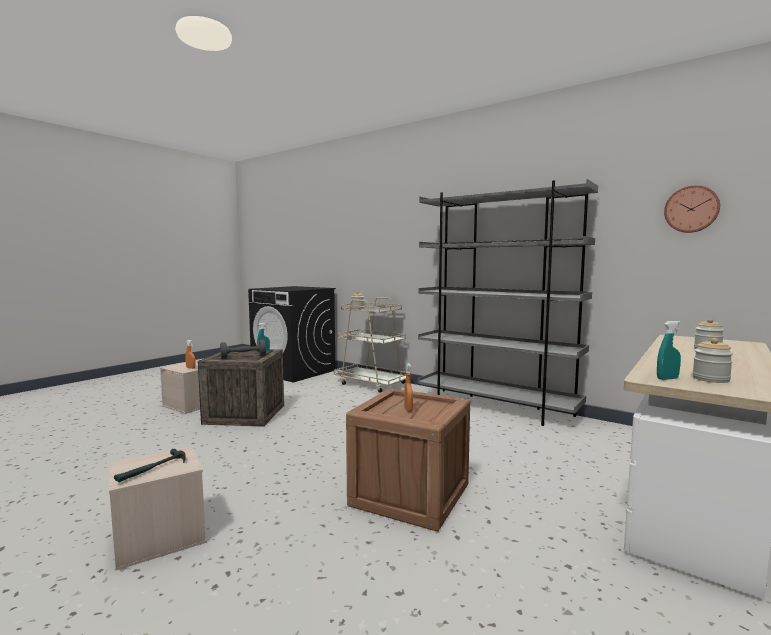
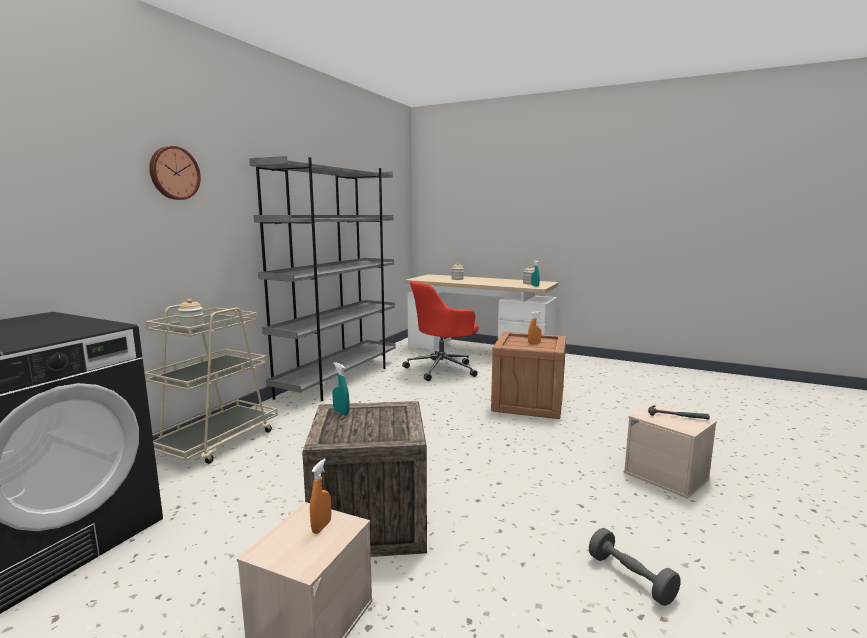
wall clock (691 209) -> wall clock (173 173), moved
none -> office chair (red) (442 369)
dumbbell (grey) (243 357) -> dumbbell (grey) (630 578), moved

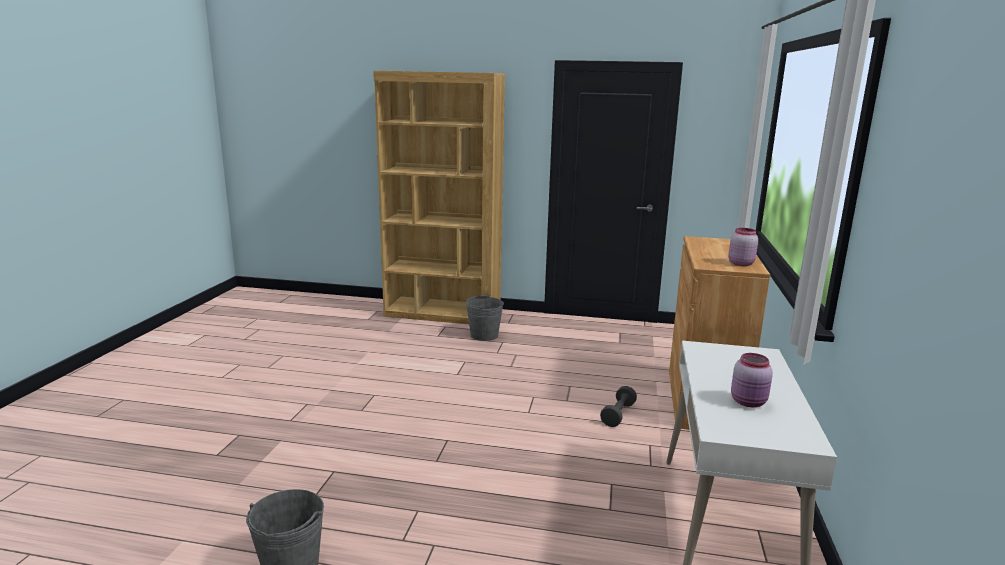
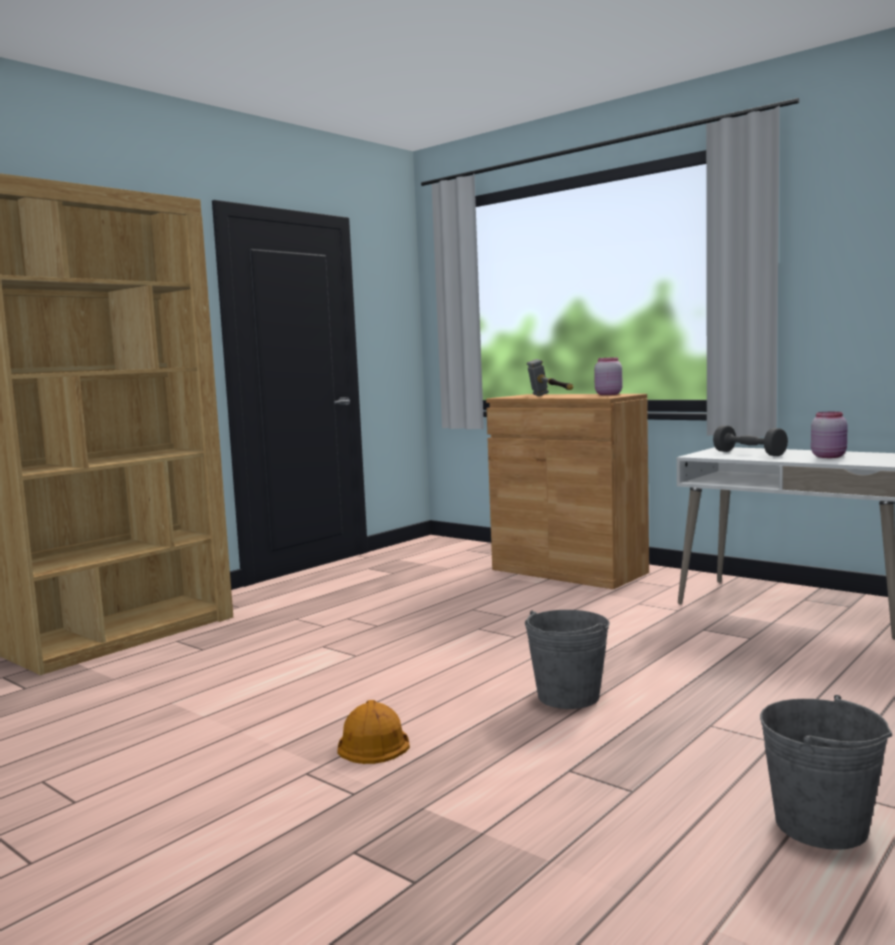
none -> hard hat (orange) (372 742)
bucket (grey) (484 335) -> bucket (grey) (568 696), moved
none -> hammer (551 396)
dumbbell (grey) (618 415) -> dumbbell (grey) (749 453), moved

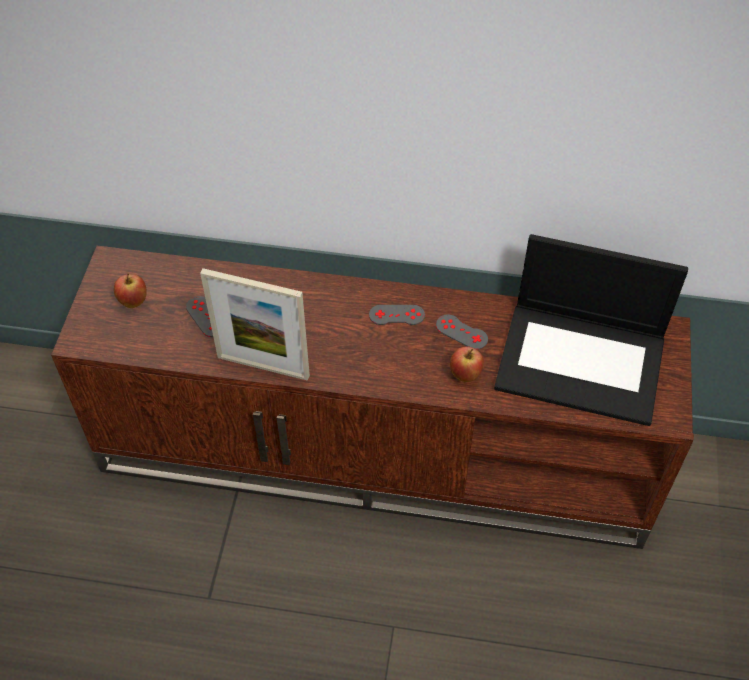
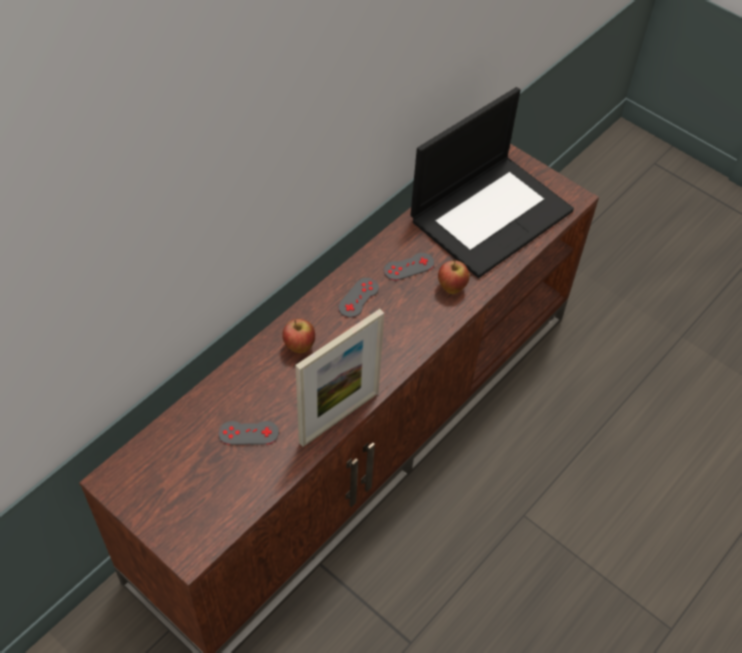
apple (133 302) -> apple (299 347), moved

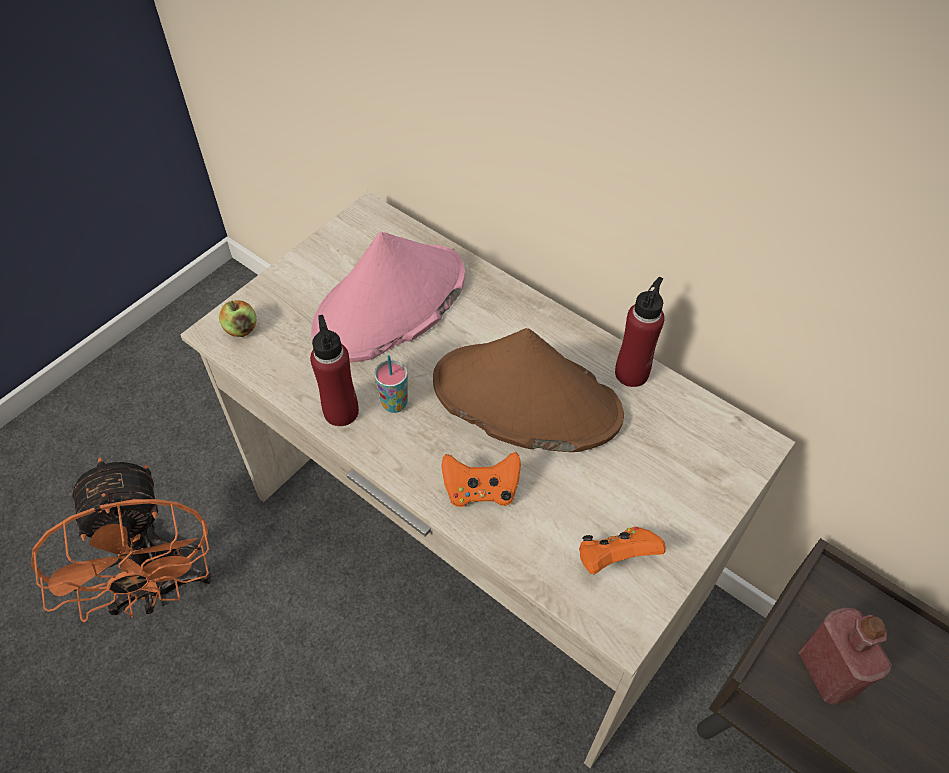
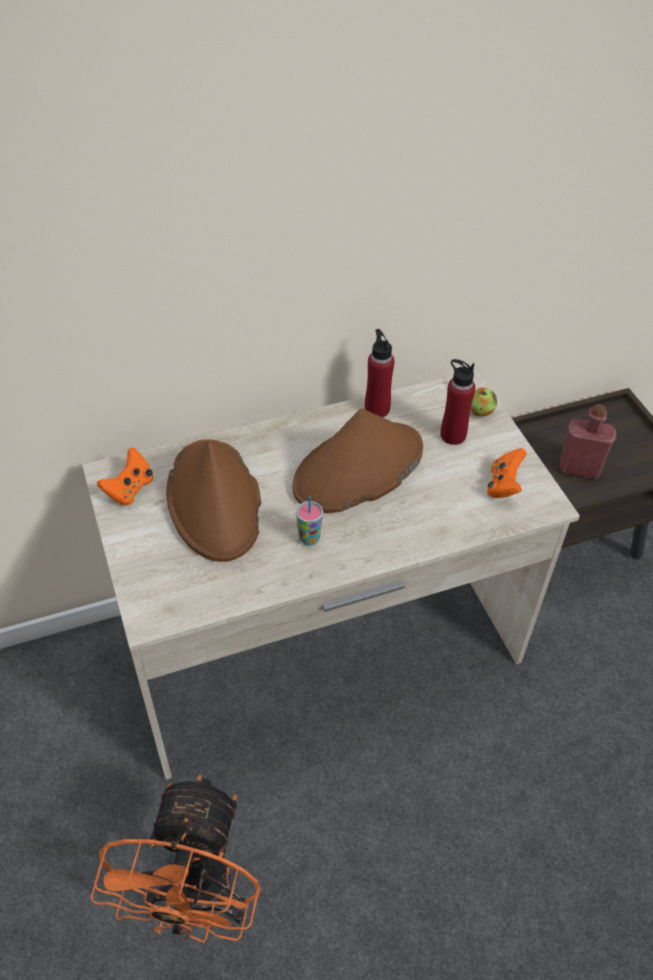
fan (orange) (160 588) -> fan (orange) (196 901), 90 degrees clockwise
game controller (orange) (481 490) -> game controller (orange) (130 489), moved
hat (pink) (390 305) -> hat (brown) (215 501)
bottle (red) (341 411) -> bottle (red) (453 435), moved
apple (241 329) -> apple (481 411), moved

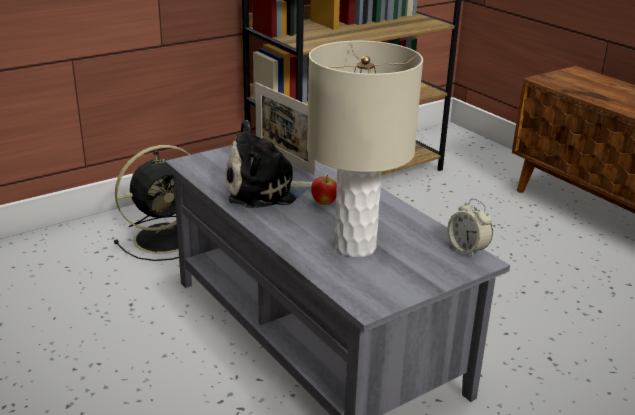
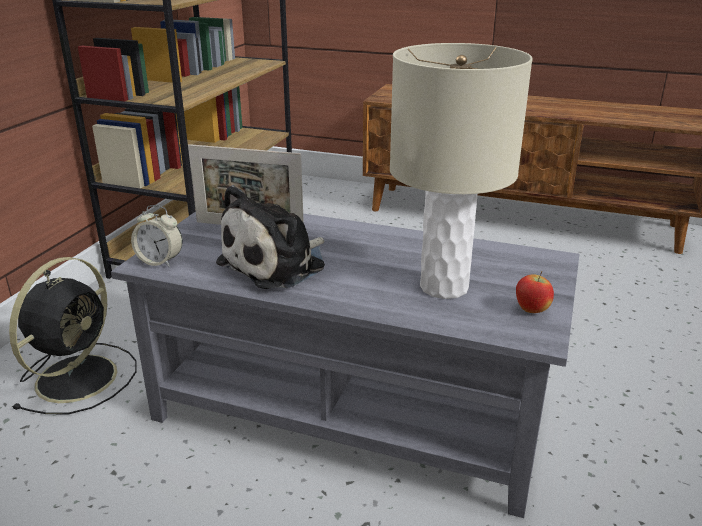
alarm clock (467 250) -> alarm clock (160 261), moved
apple (324 203) -> apple (531 310), moved

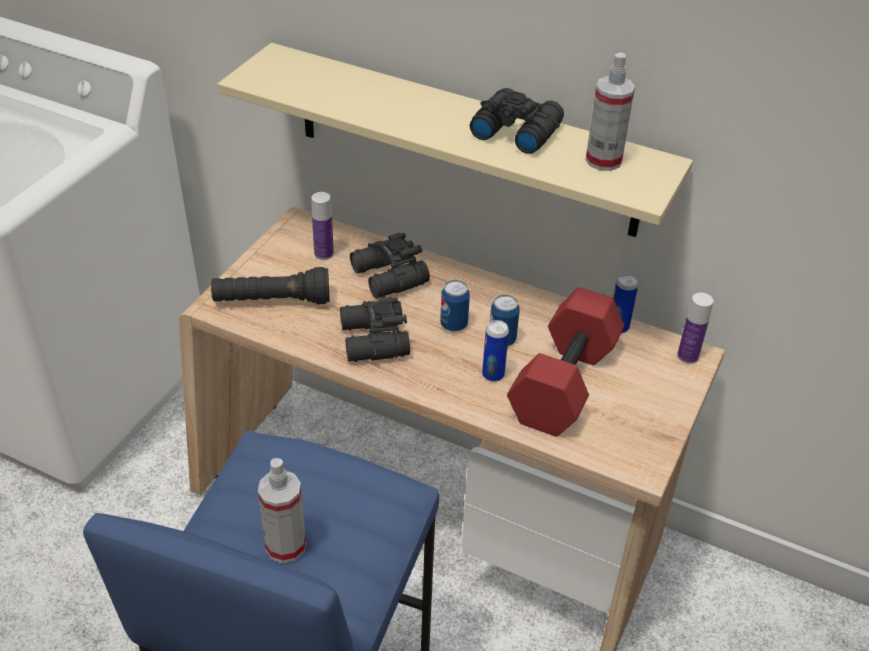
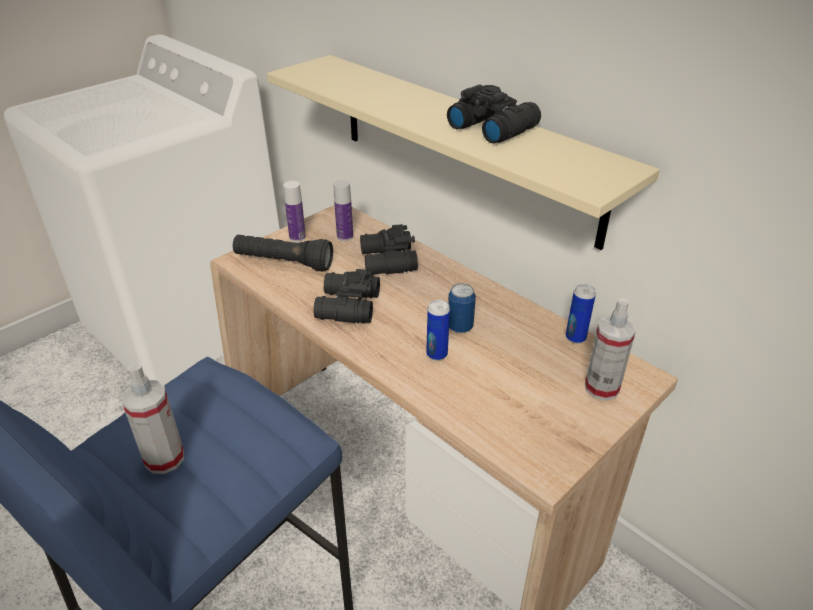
bottle (687 356) -> bottle (297 237), moved
spray bottle (603 160) -> spray bottle (601 388), moved
can (453 325) -> none
dumbbell (red) (562 381) -> none

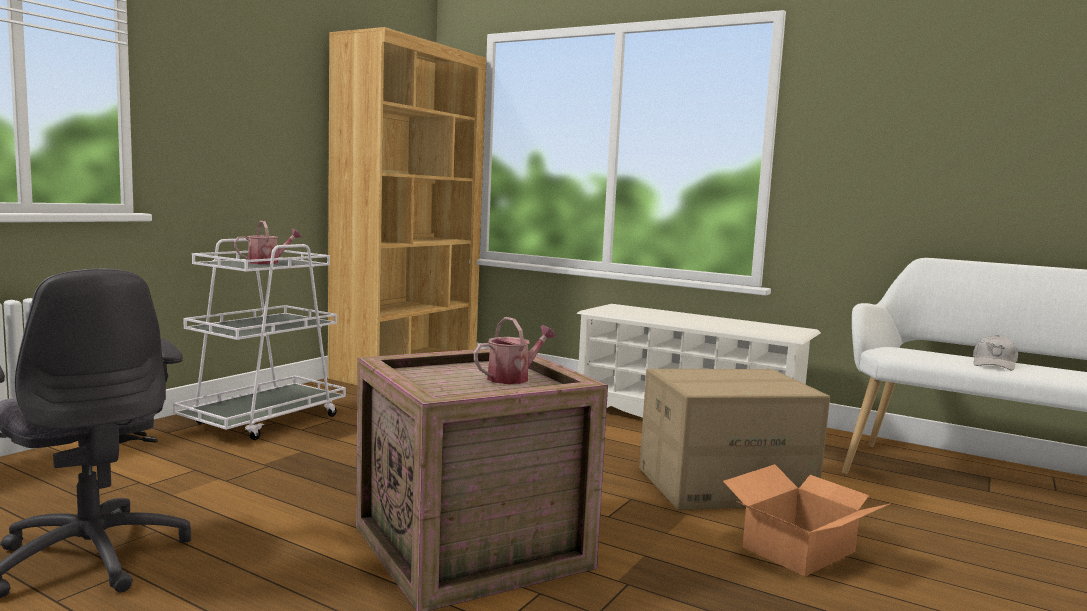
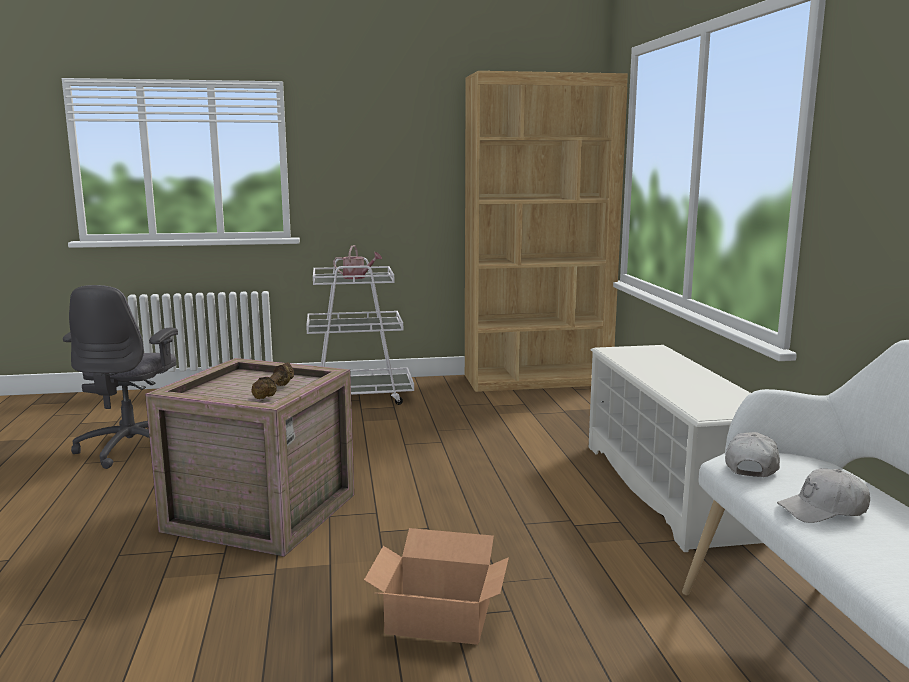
watering can (513 378) -> dumbbell (brown) (275 391)
none -> cap (white) (752 466)
cardboard box (724 485) -> none

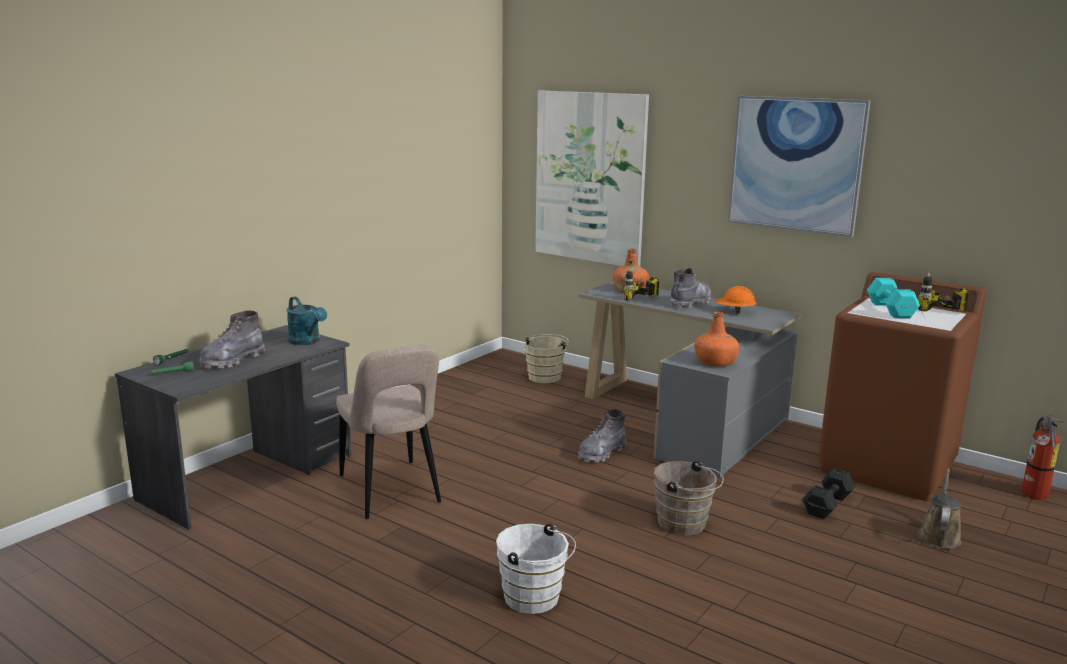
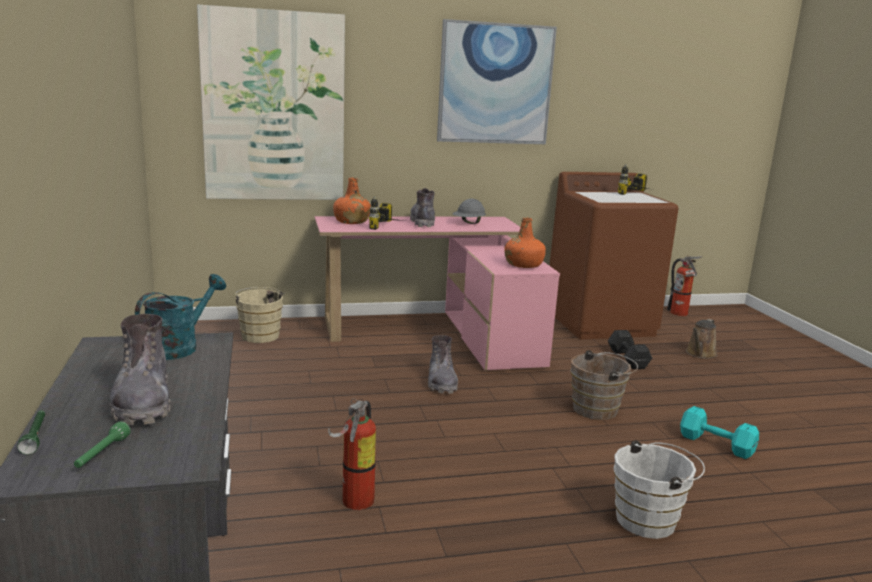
watering can (turquoise) (307 342) -> watering can (turquoise) (179 347), 60 degrees counterclockwise
desk (grey) (686 419) -> desk (pink) (439 333)
chair (beige) (391 492) -> fire extinguisher (353 502)
hard hat (orange) (734 312) -> hard hat (grey) (468 223)
dumbbell (turquoise) (890 310) -> dumbbell (turquoise) (717 445), moved
watering can (brown) (939 536) -> watering can (brown) (700 354), 120 degrees counterclockwise

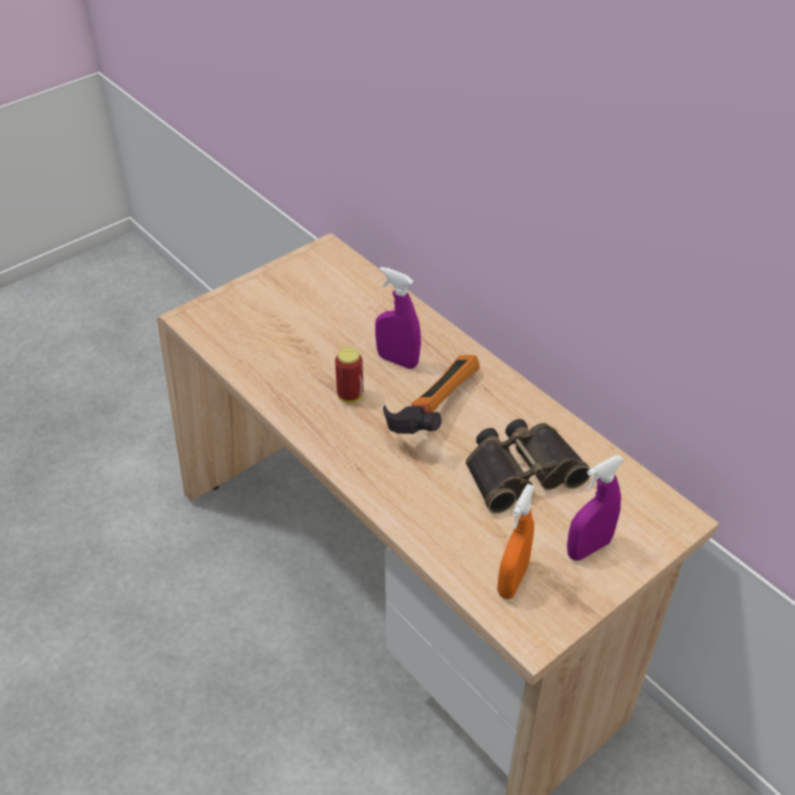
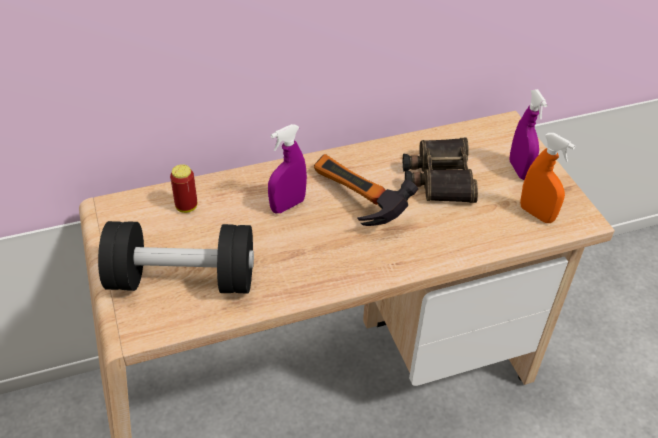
none -> dumbbell (black) (182 279)
can (350 395) -> can (186 206), moved

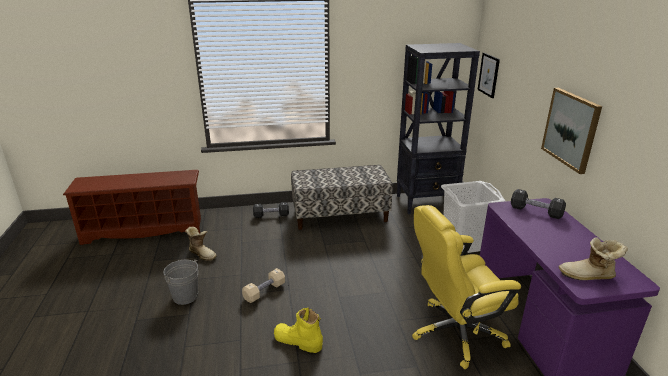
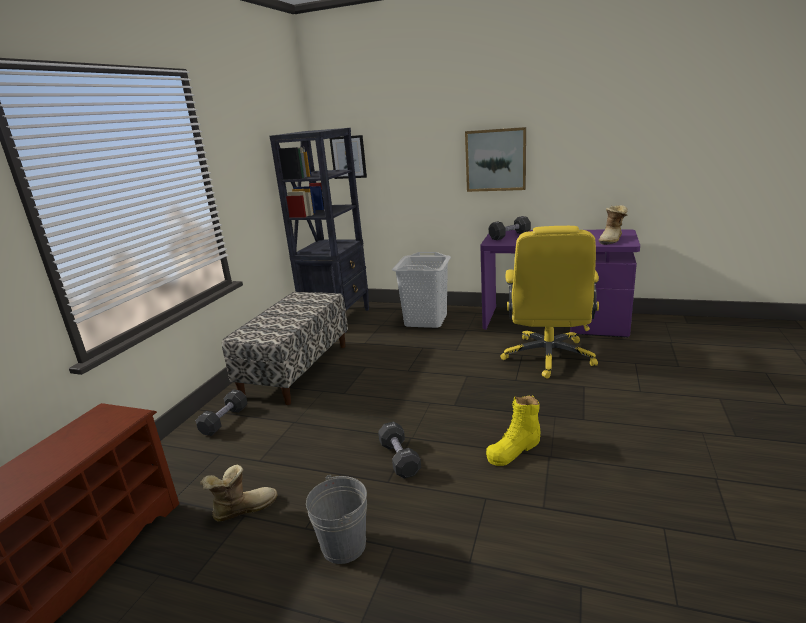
dumbbell (beige) (264 291) -> dumbbell (black) (399 459)

